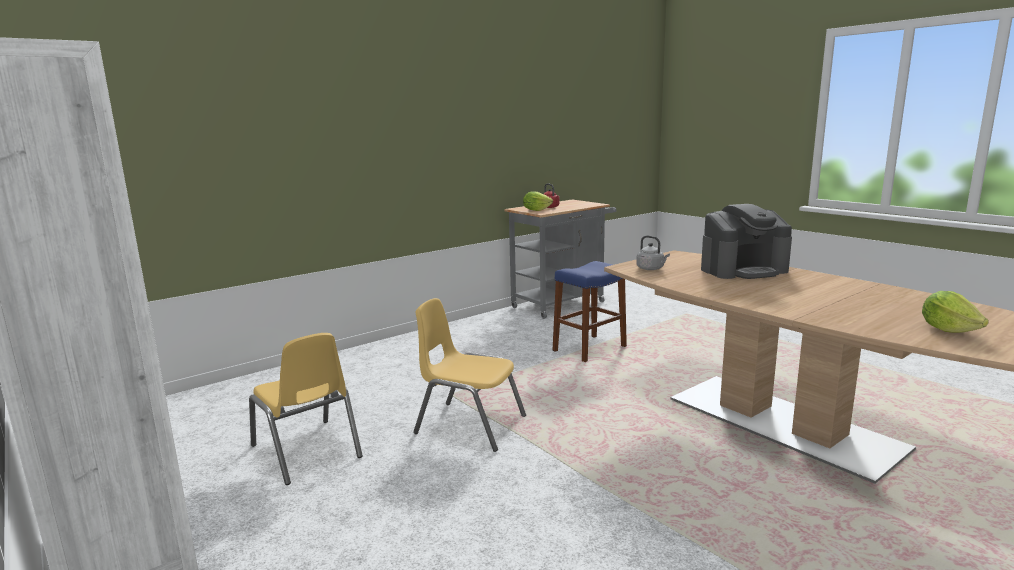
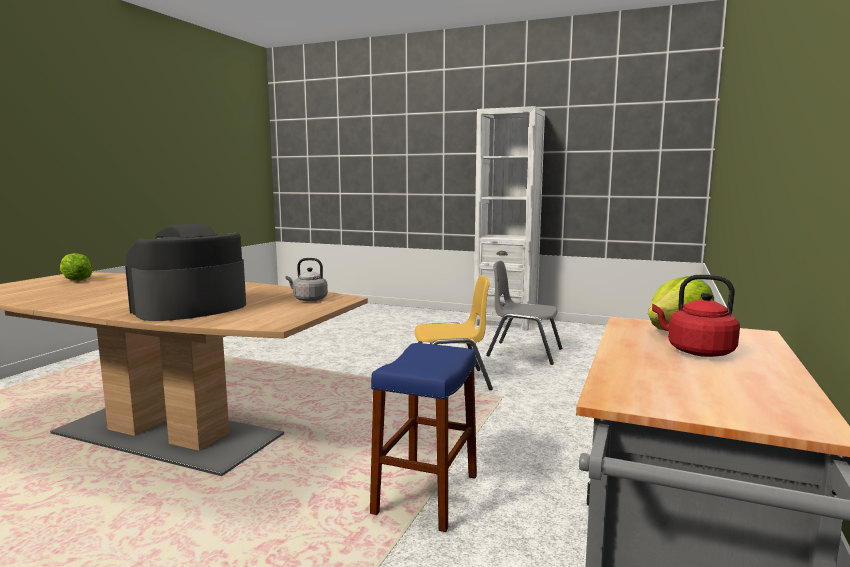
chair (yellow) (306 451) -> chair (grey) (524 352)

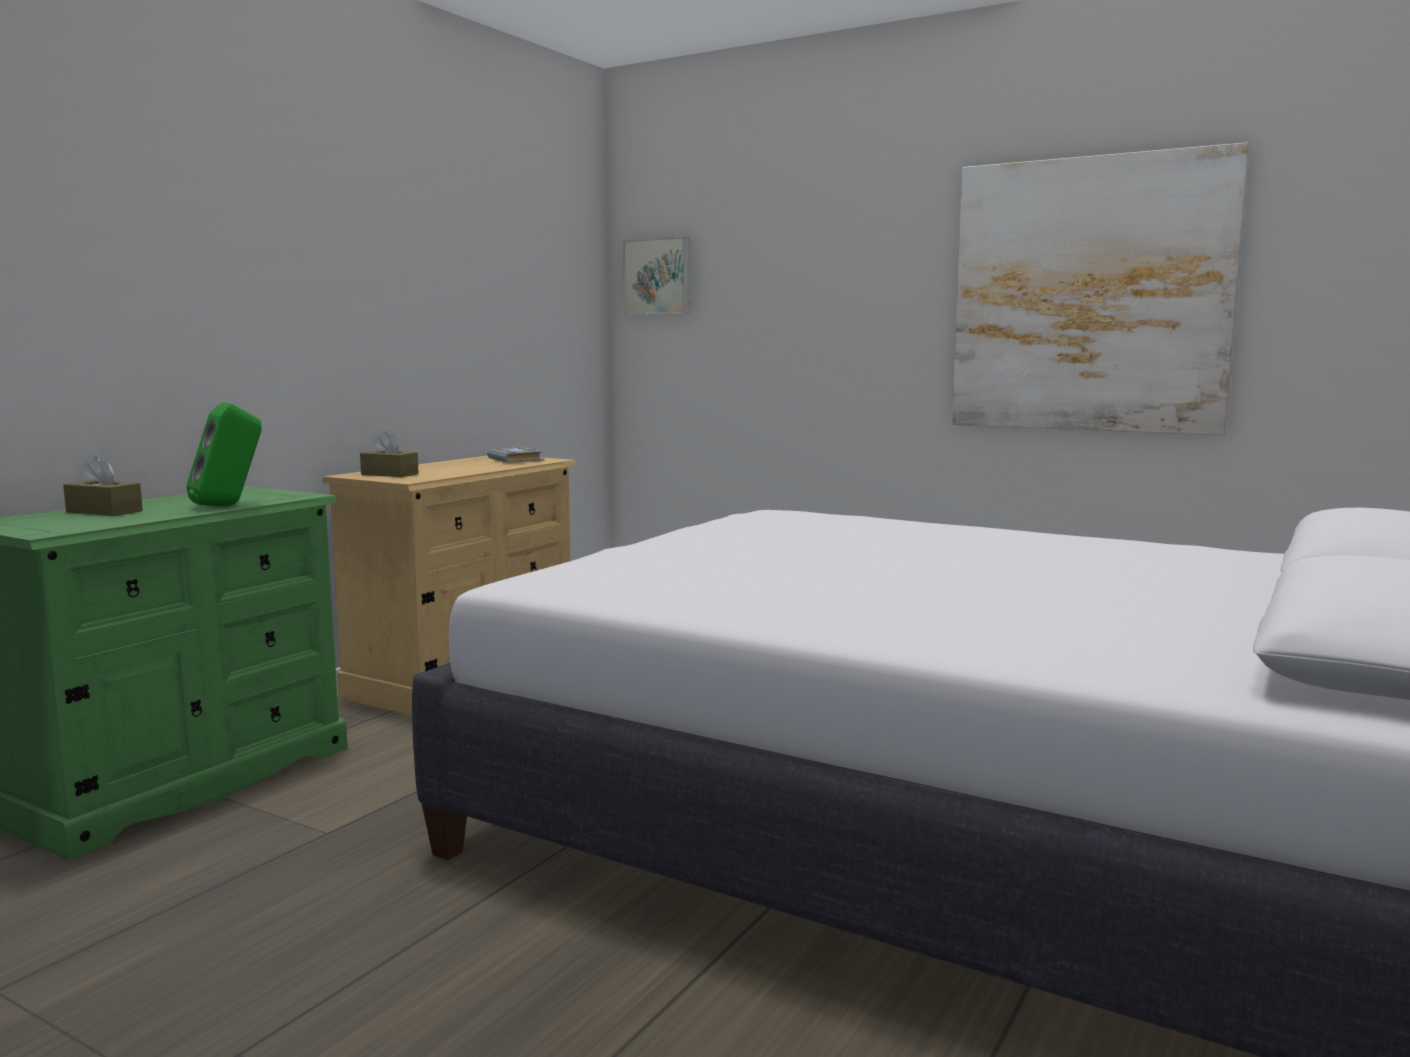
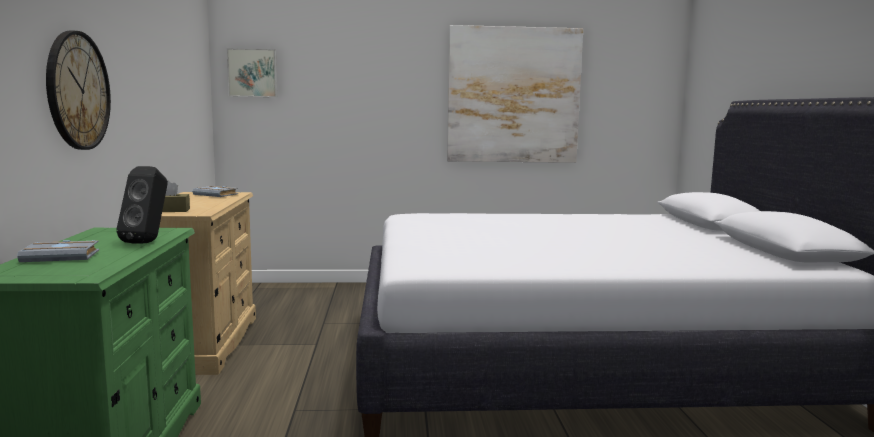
tissue box (brown) (104 511) -> book (grey) (63 256)
none -> wall clock (77 91)
speaker (green) (228 506) -> speaker (black) (148 242)

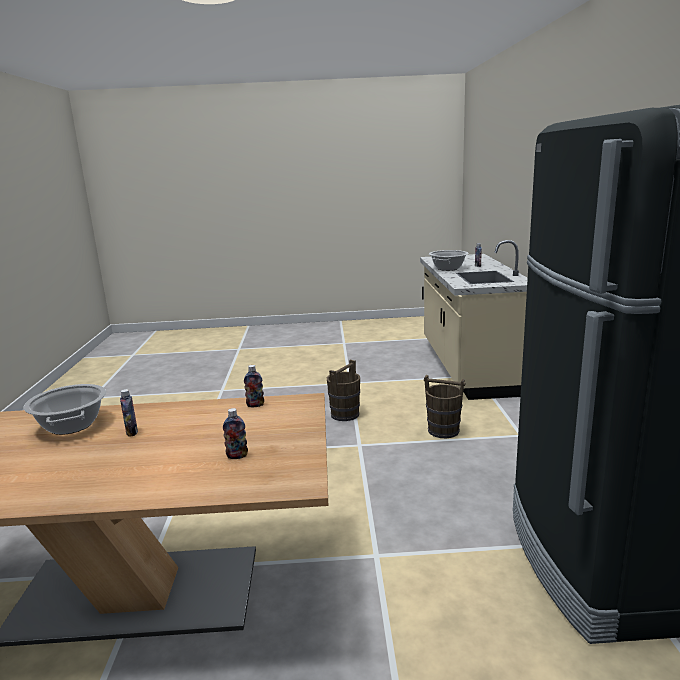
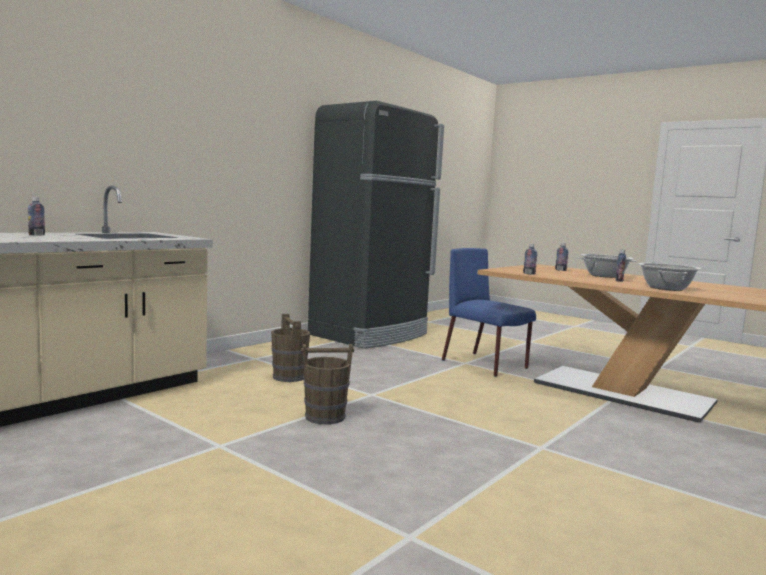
none -> chair (blue) (485 364)
cooking pot (448 268) -> cooking pot (604 276), moved

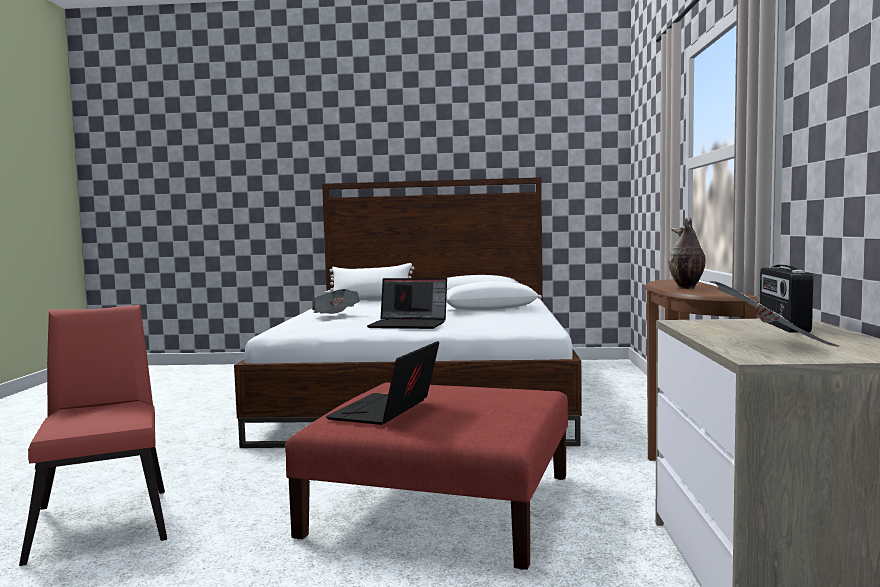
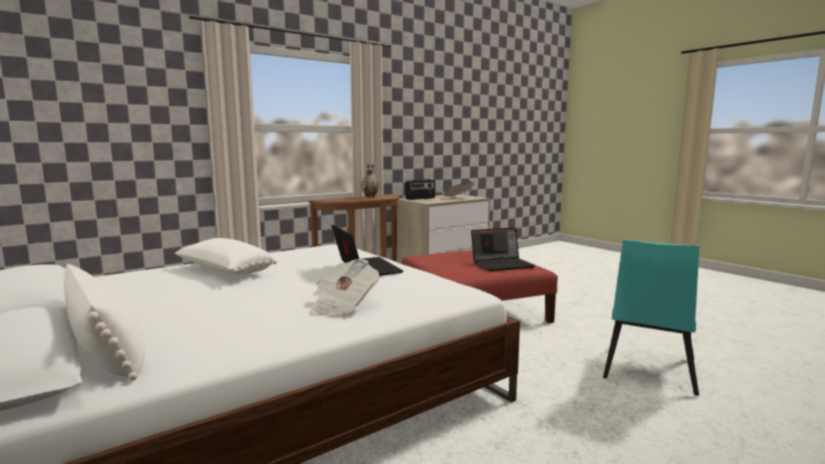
chair (red) (104 519) -> chair (turquoise) (647 370)

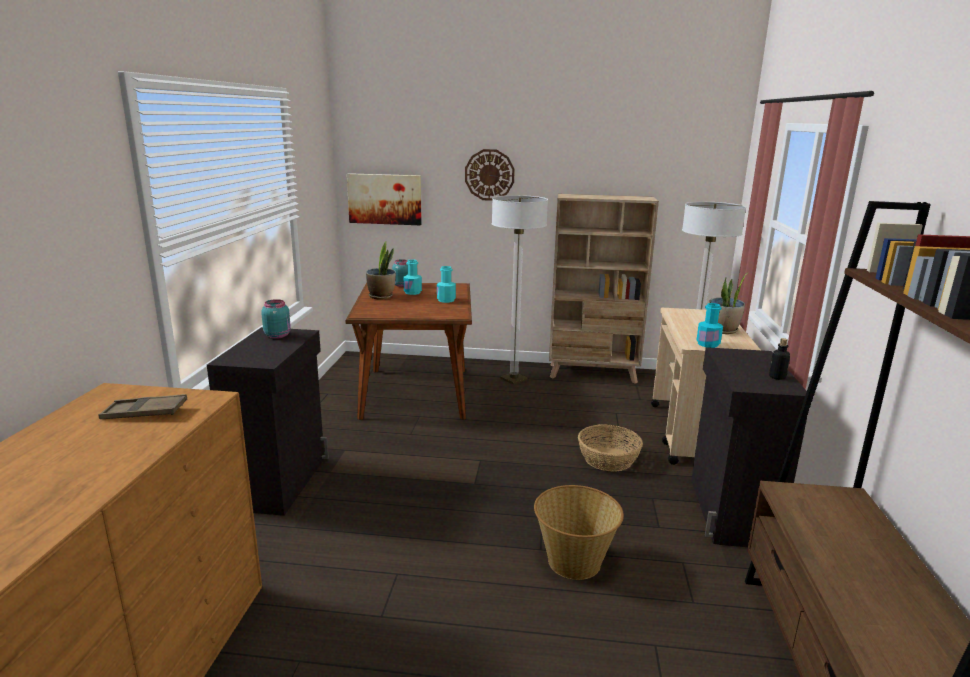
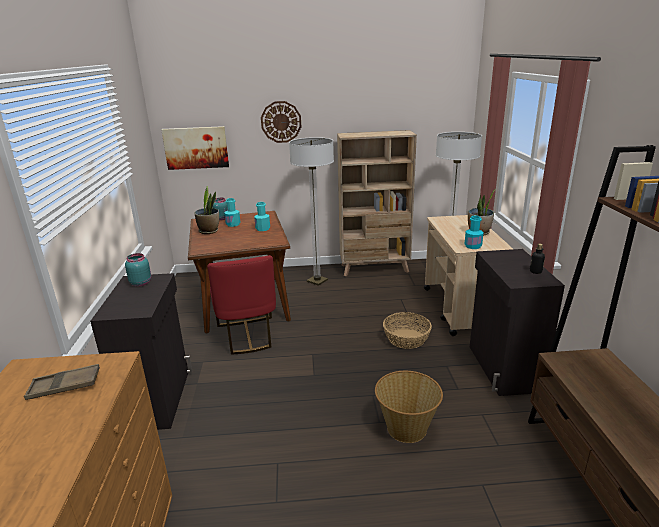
none -> chair (red) (247 335)

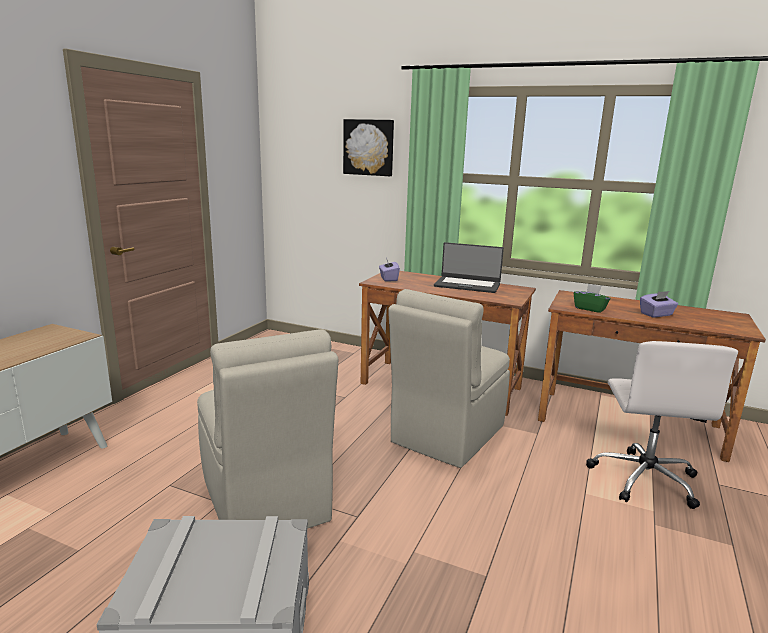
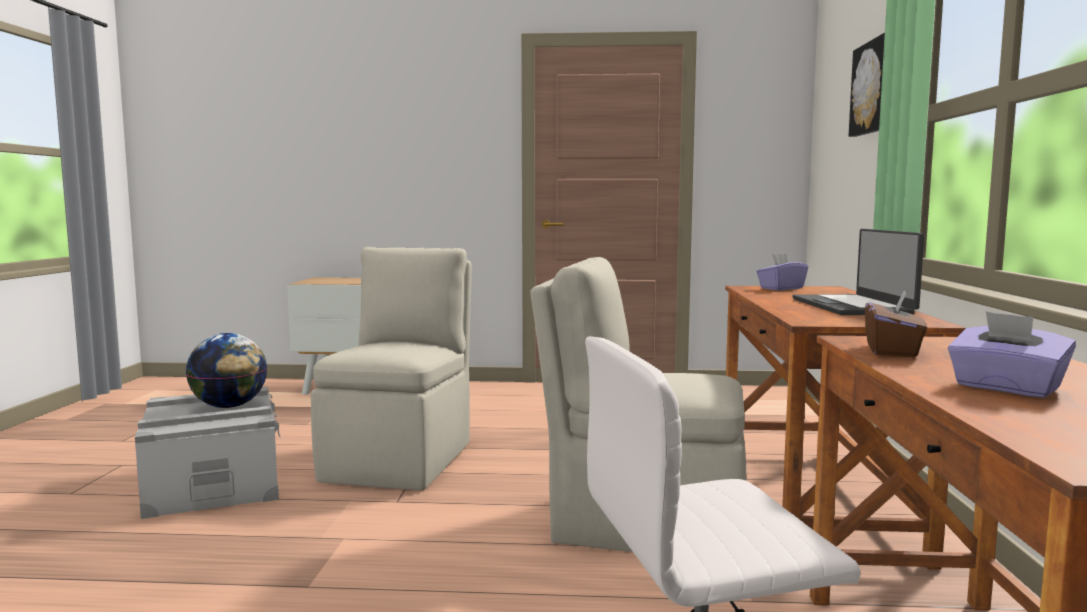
none -> globe (229 406)
chair (beige) (265 501) -> chair (beige) (400 460), 150 degrees clockwise
tissue box (green) (590 309) -> tissue box (brown) (892 351)

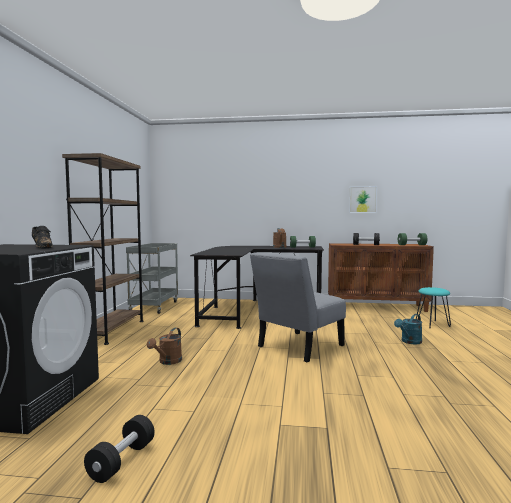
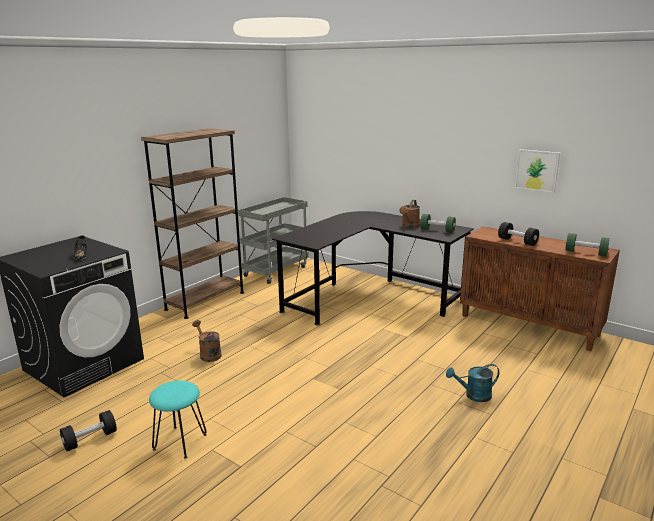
stool (turquoise) (432 324) -> stool (turquoise) (179 441), moved
watering can (brown) (168 362) -> watering can (brown) (208 354), 90 degrees clockwise
chair (grey) (297 347) -> none

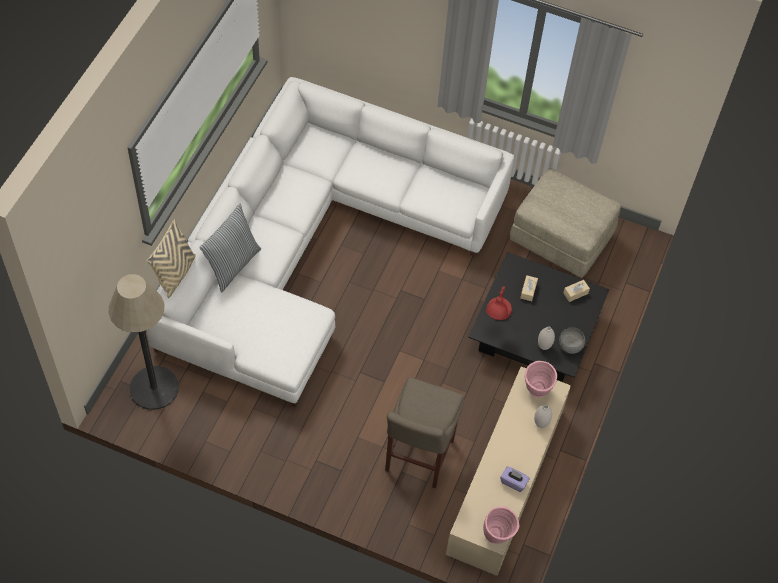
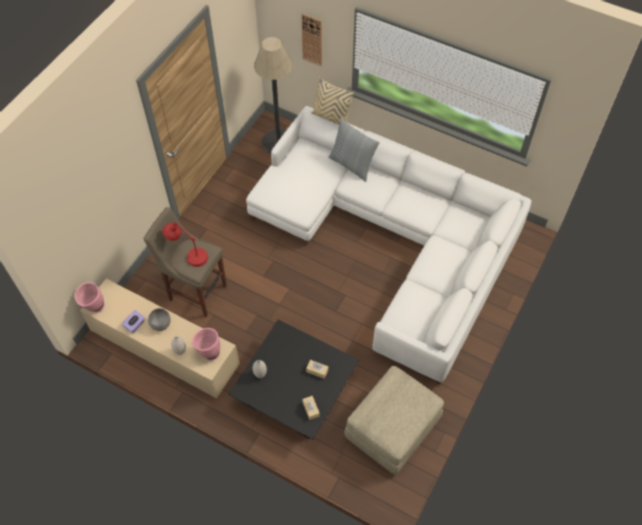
bowl (grey) (569 346) -> bowl (grey) (160 324), moved
table lamp (red) (496 319) -> table lamp (red) (188 255), moved
none -> wall clock (312 39)

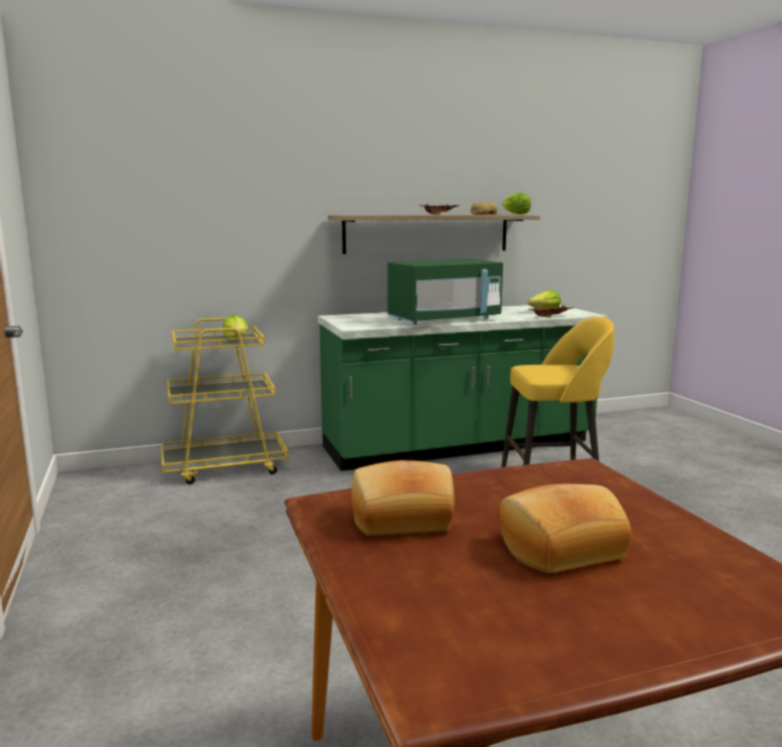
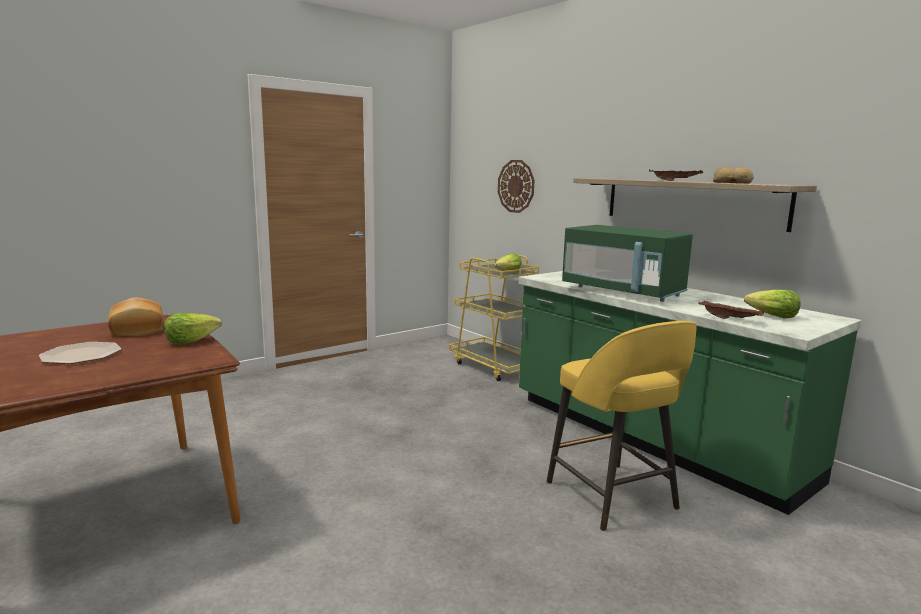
bread (559 547) -> plate (82 355)
lettuce (514 214) -> lettuce (191 341), moved
none -> wall clock (516 186)

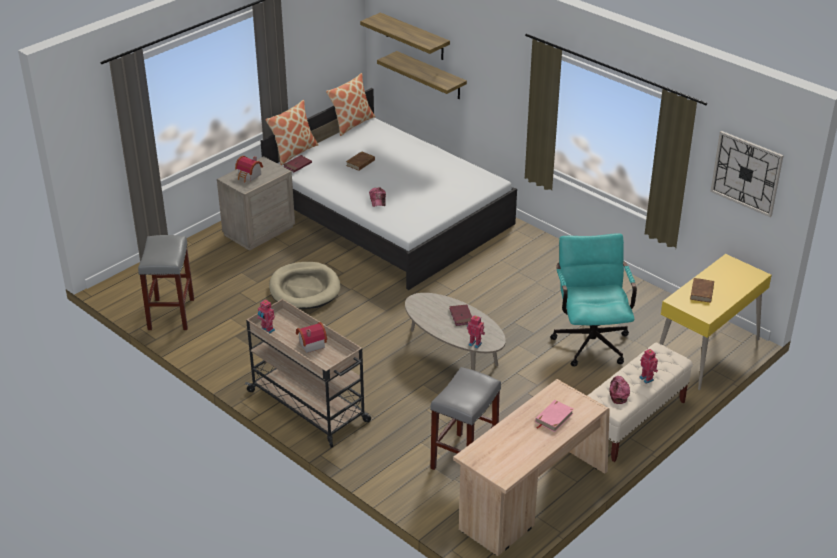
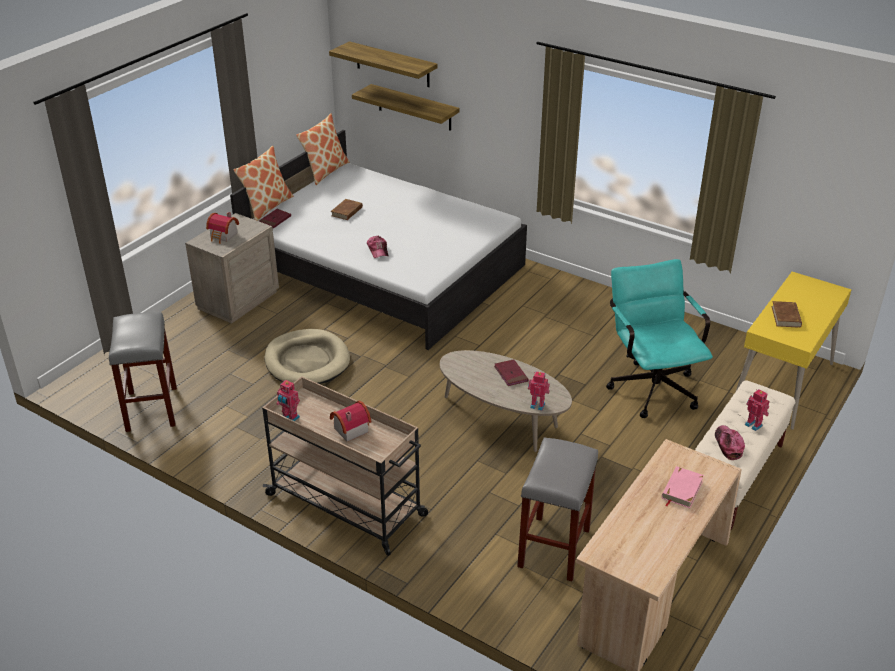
wall clock (746 173) -> none

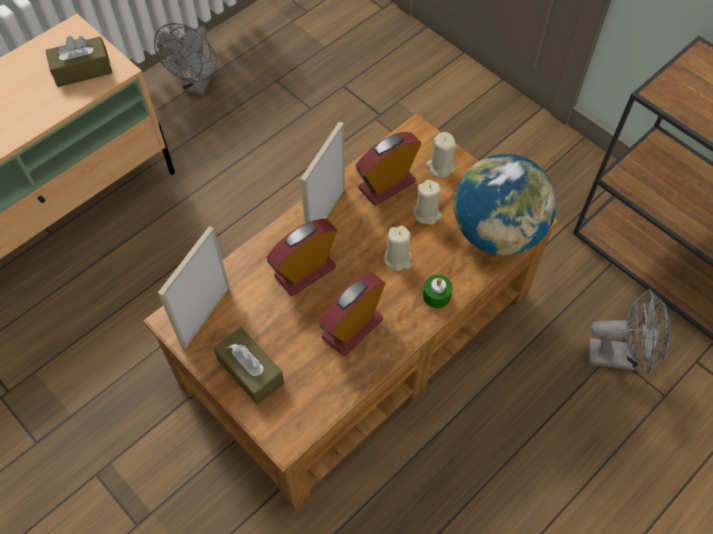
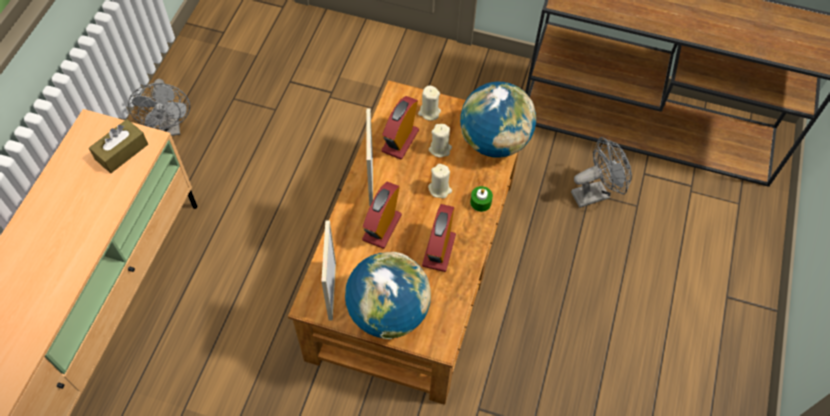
tissue box (brown) (250 371) -> globe (388 312)

